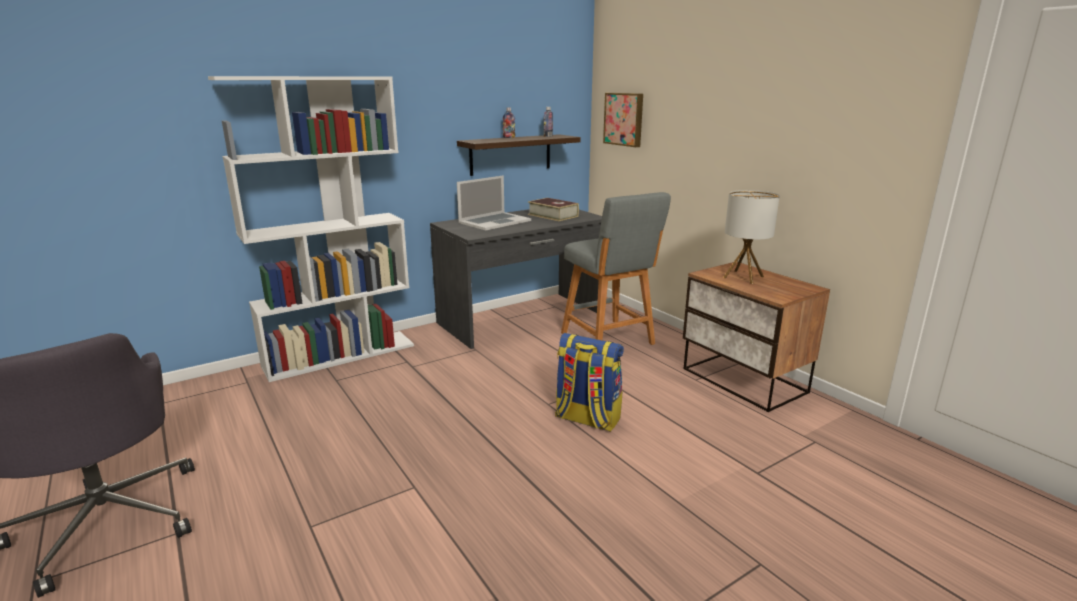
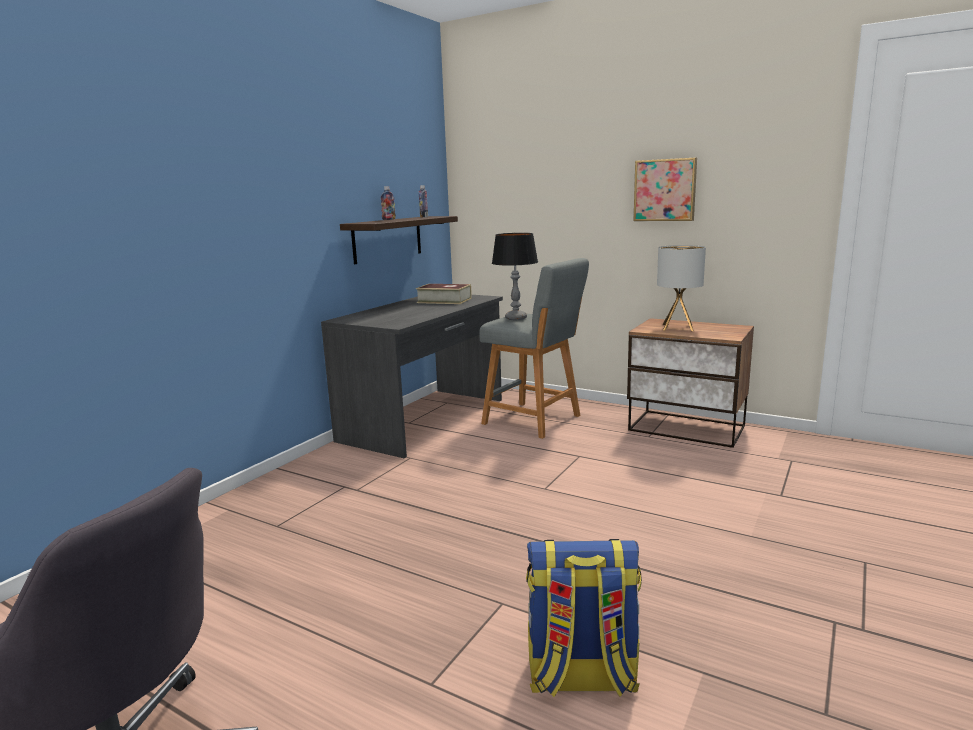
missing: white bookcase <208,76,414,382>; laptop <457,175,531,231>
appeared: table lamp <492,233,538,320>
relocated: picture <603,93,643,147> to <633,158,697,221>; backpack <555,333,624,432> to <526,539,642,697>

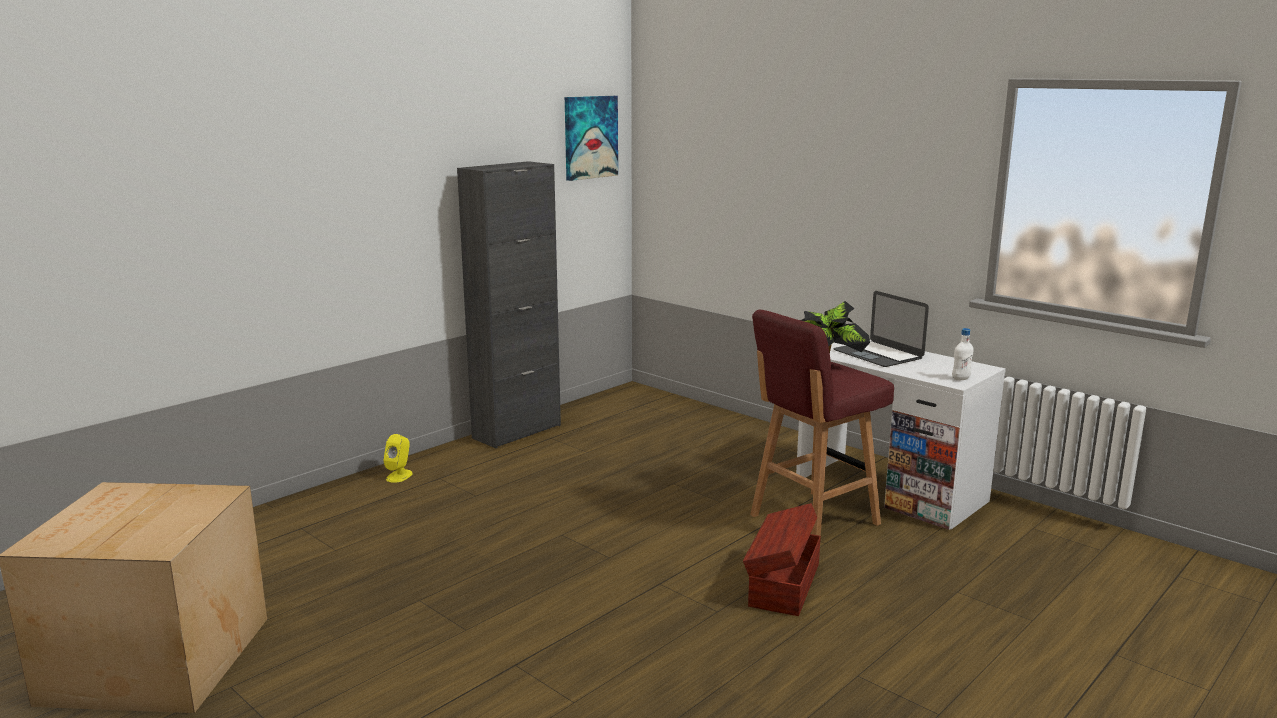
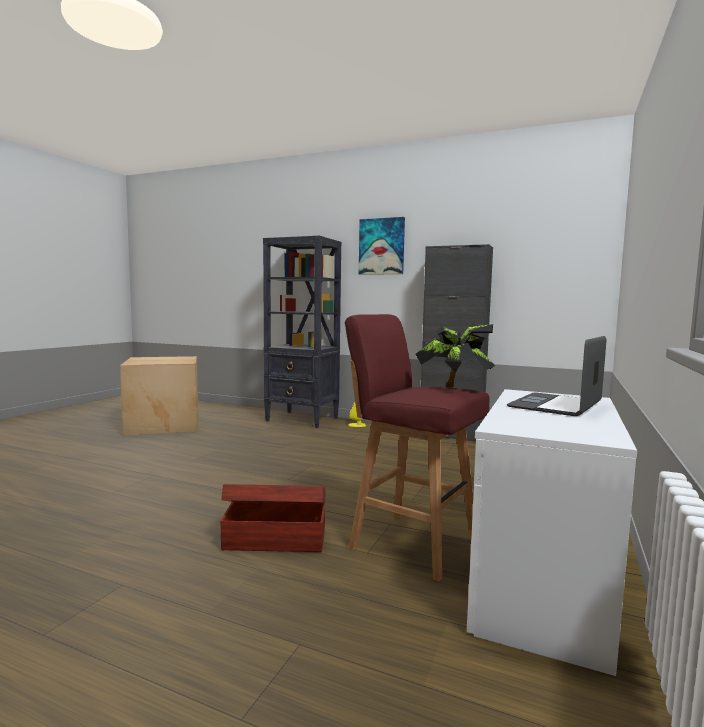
missing: white bottle <952,328,974,380>
appeared: black bookcase <263,236,341,428>
relocated: picture <565,96,618,181> to <359,217,405,275>

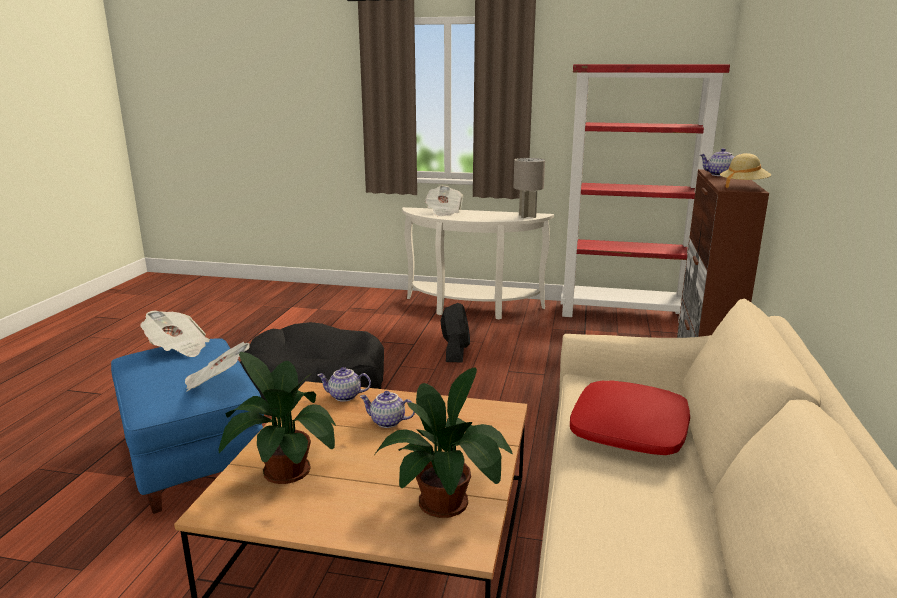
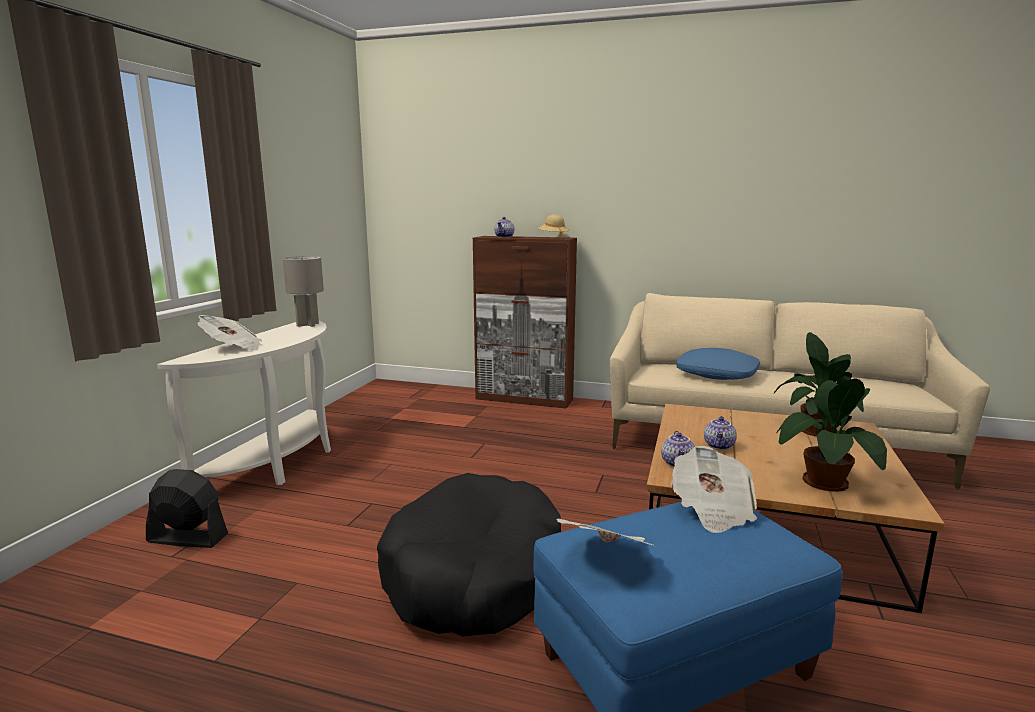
missing: red bookcase <561,64,730,323>
relocated: black fan <441,303,470,362> to <146,469,228,548>
colour: red pillow <570,381,690,455> to blue pillow <676,348,760,380>

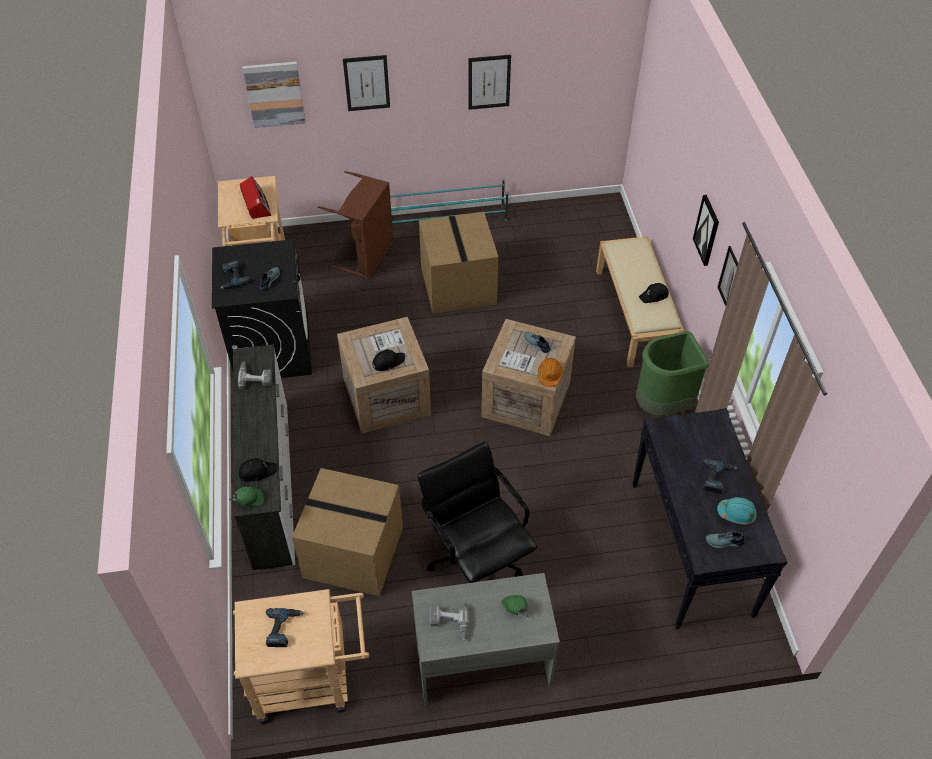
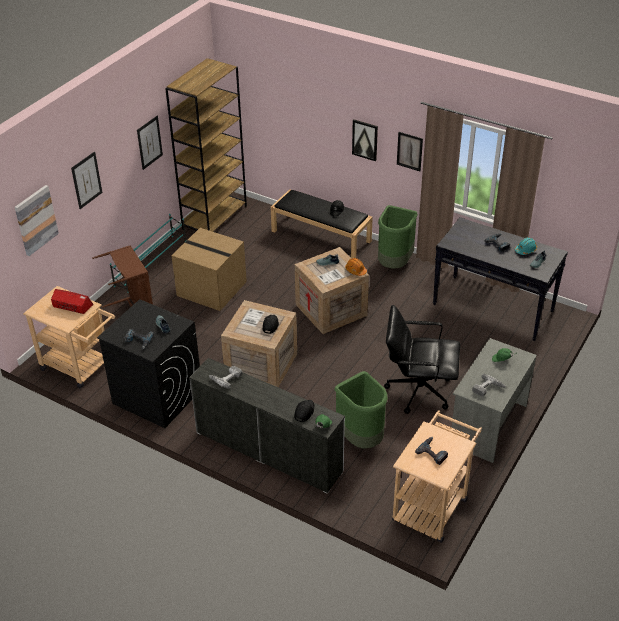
appeared: brown bookcase <165,58,247,232>
exchanged: cardboard box <292,468,403,596> to green trash can <335,371,388,448>
colour: beige bench <596,236,684,367> to black bench <271,189,373,258>

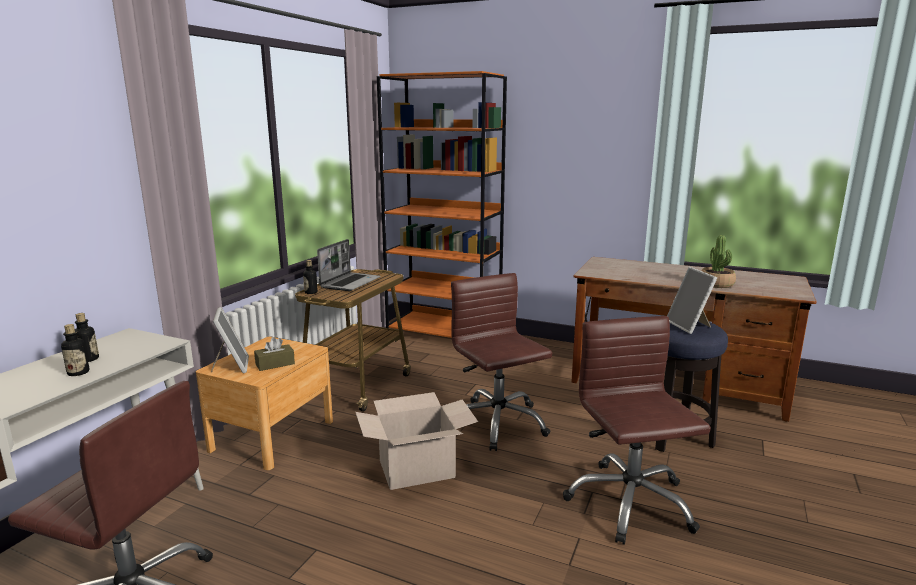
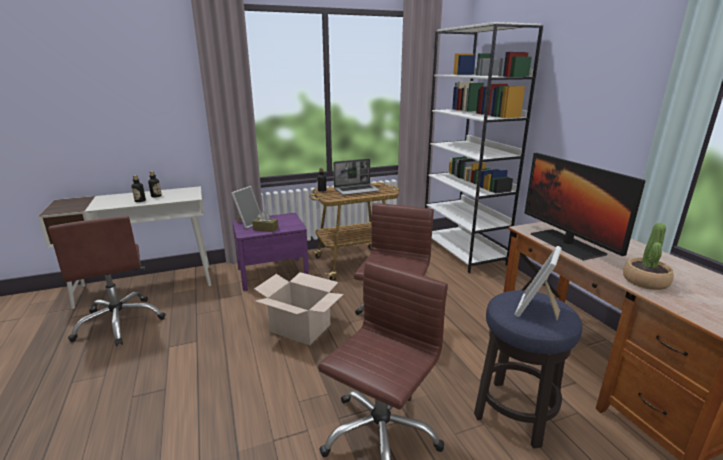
appeared: monitor <525,153,646,261>
colour: orange bookcase <377,71,507,338> to white bookcase <425,22,543,273>; brown nightstand <196,336,333,470> to purple nightstand <232,213,309,291>

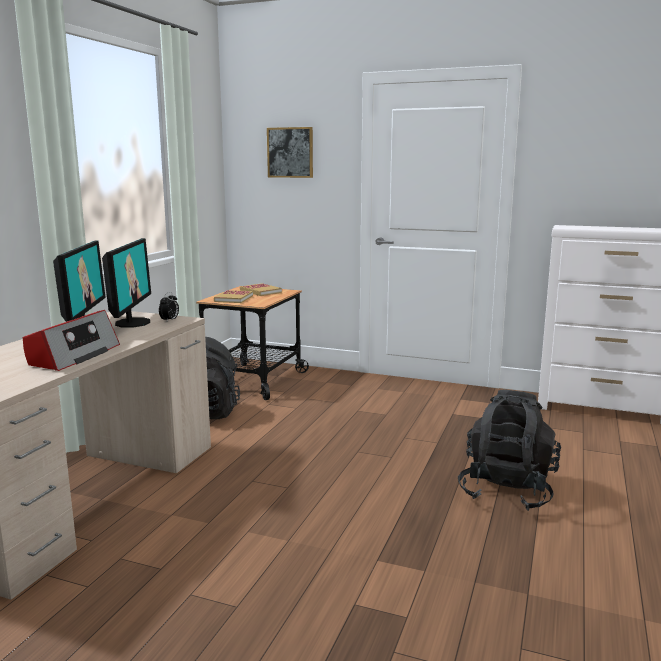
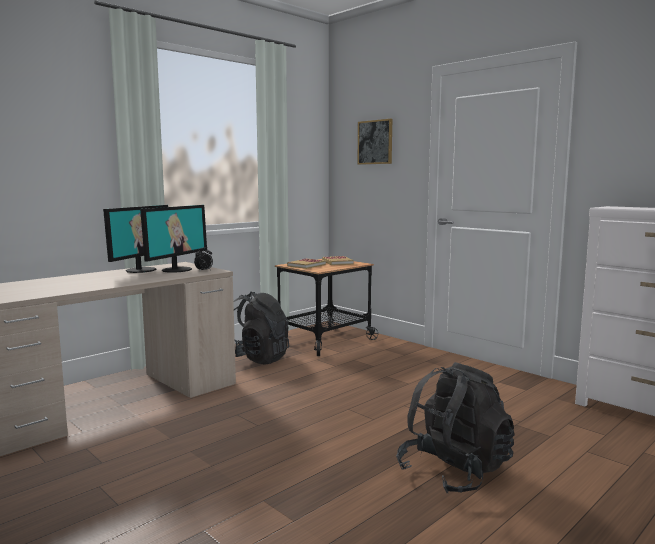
missing: radio <23,310,120,371>

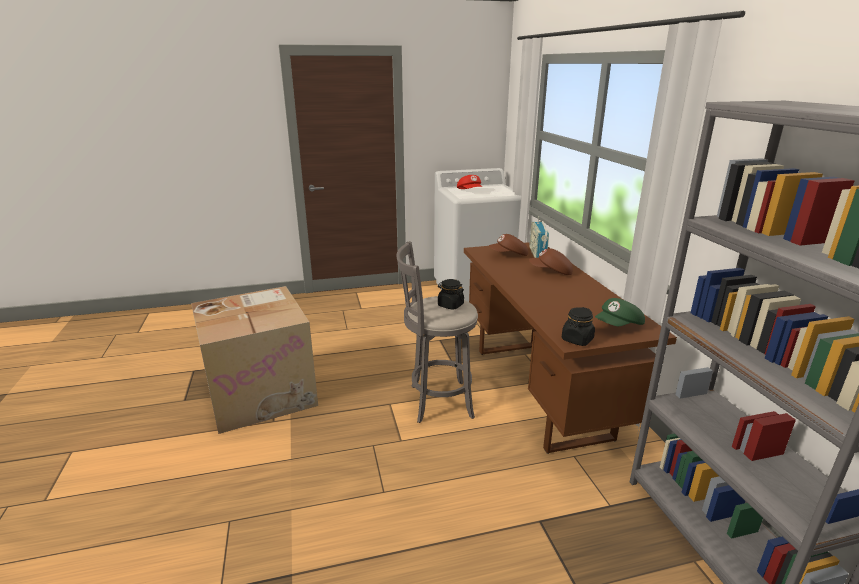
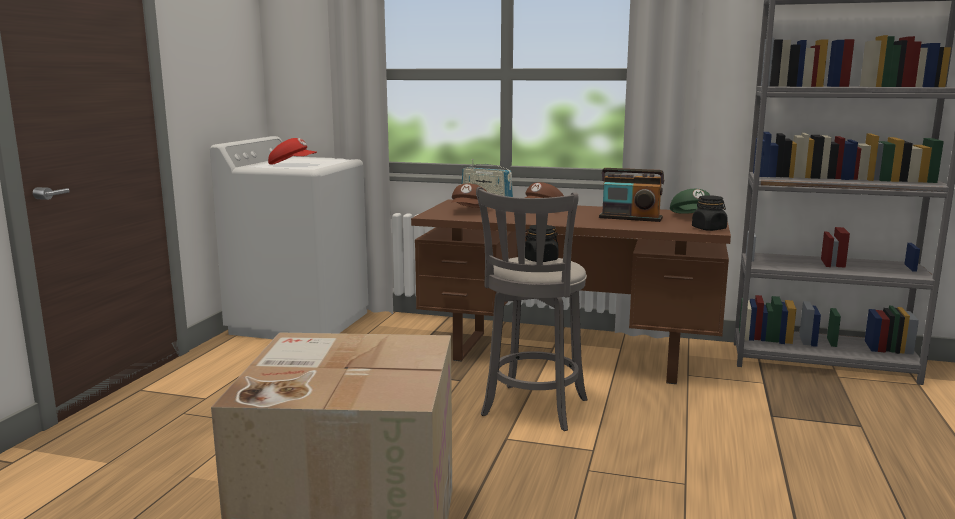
appeared: radio <599,168,664,222>

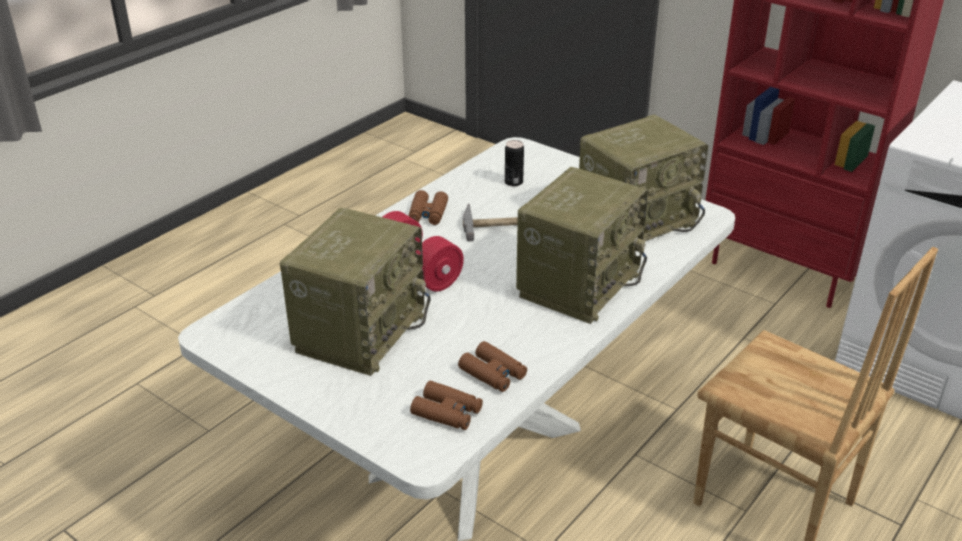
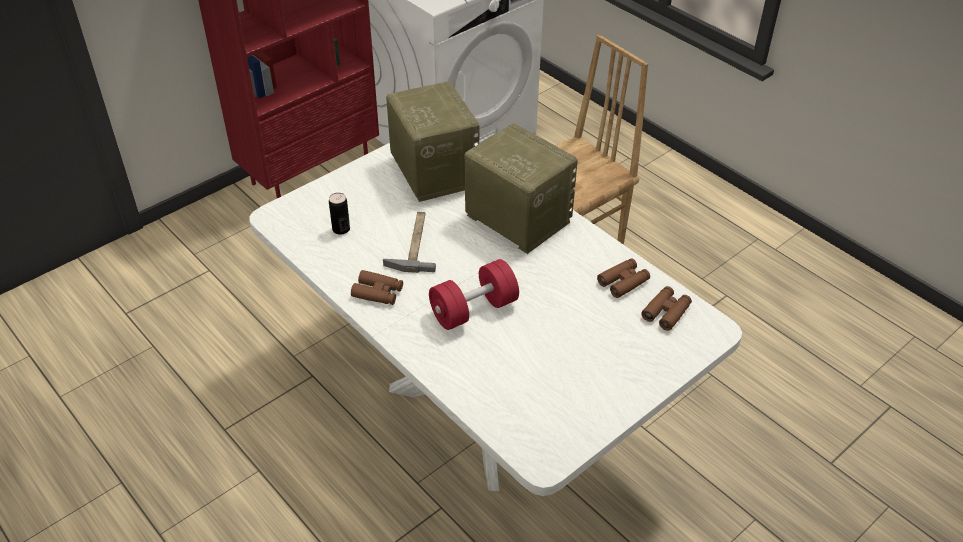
missing: radio <280,208,431,376>

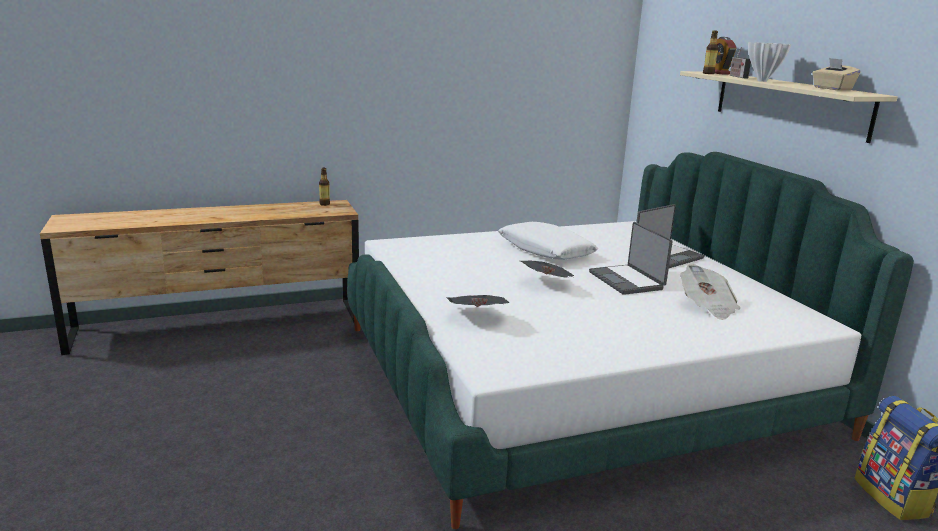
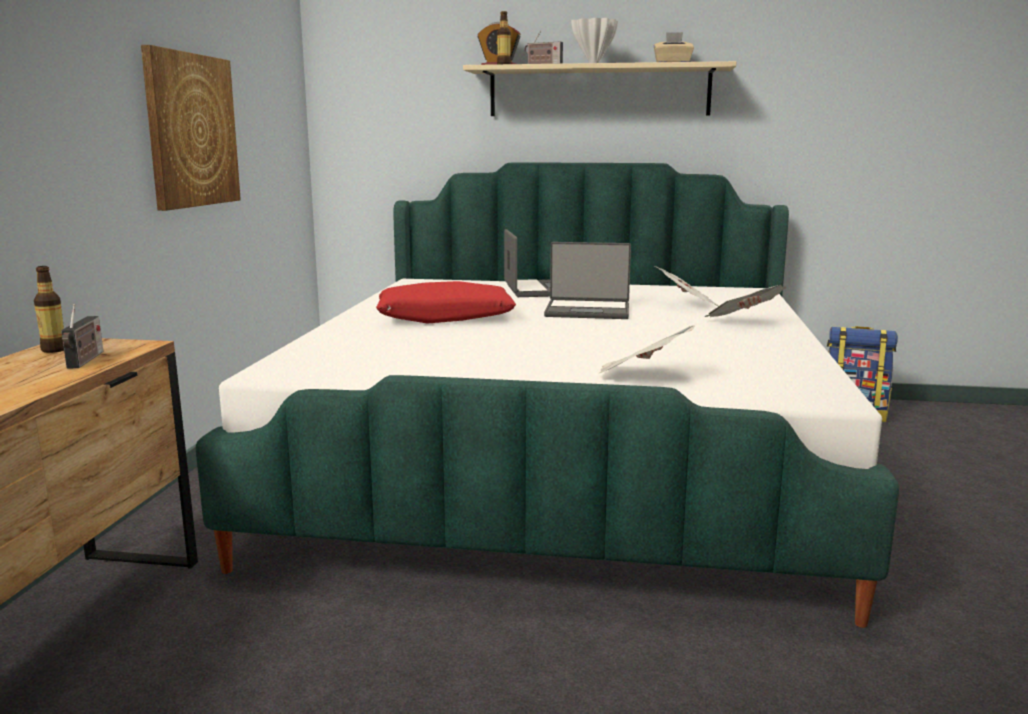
appeared: picture <141,45,241,211>; radio <61,304,103,369>
relocated: newspaper <520,261,574,277> to <704,285,786,317>
colour: white pillow <498,222,598,260> to red pillow <376,281,516,323>

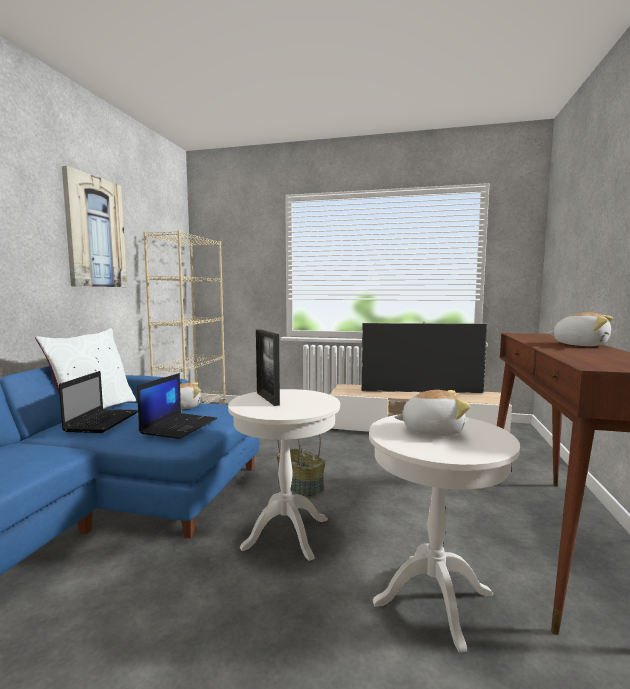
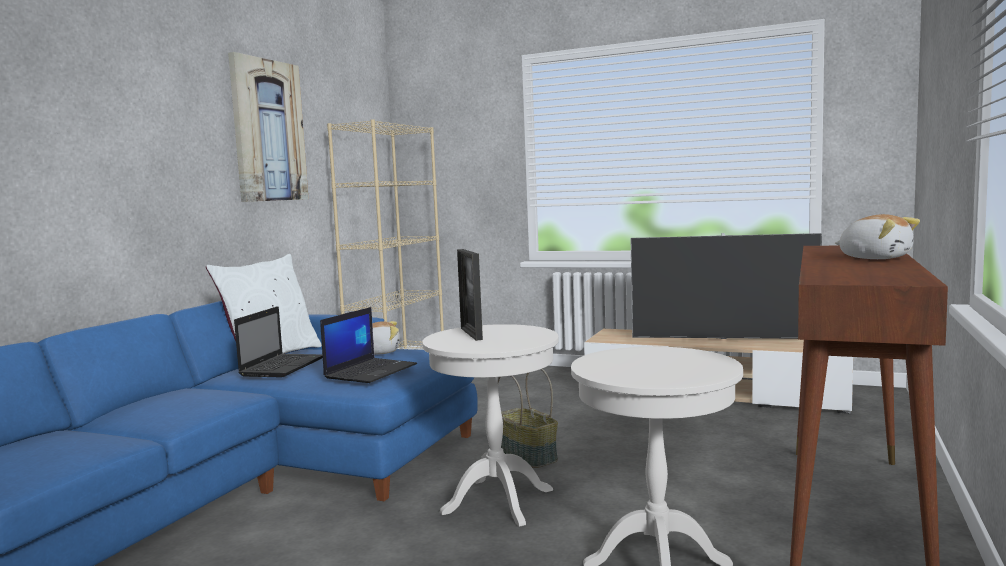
missing: plush toy <394,390,470,436>

